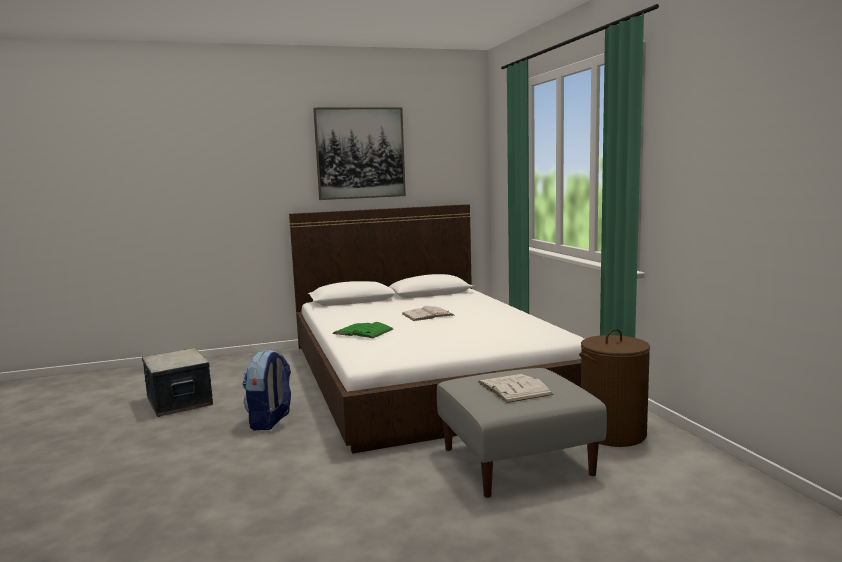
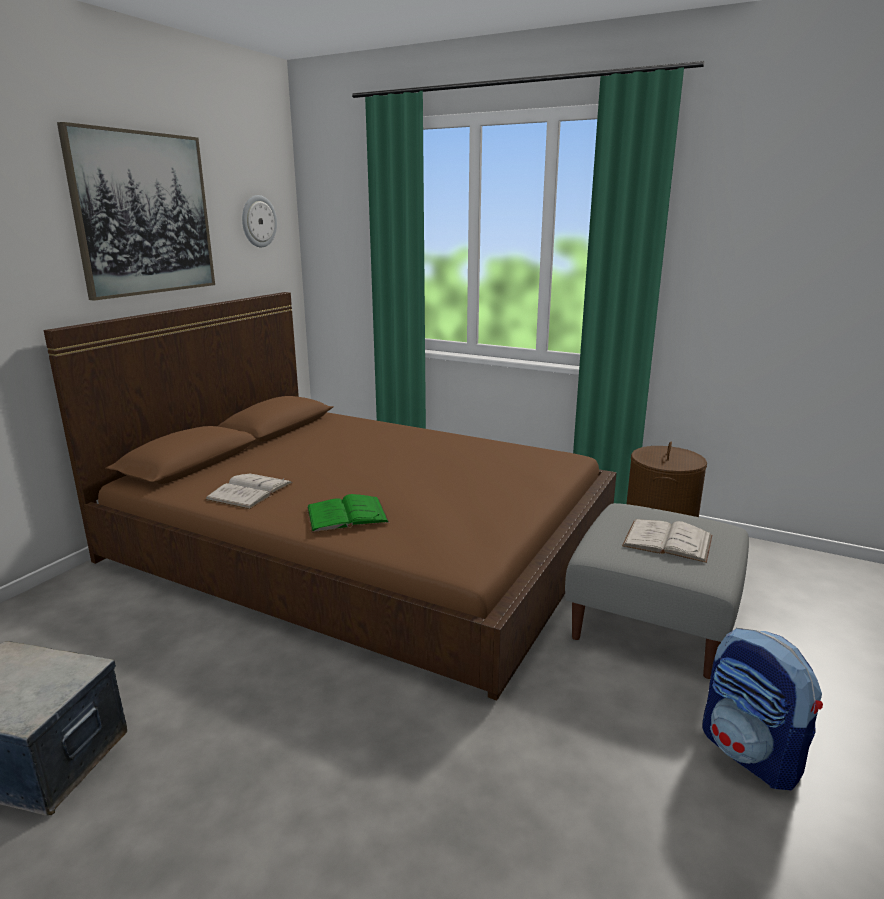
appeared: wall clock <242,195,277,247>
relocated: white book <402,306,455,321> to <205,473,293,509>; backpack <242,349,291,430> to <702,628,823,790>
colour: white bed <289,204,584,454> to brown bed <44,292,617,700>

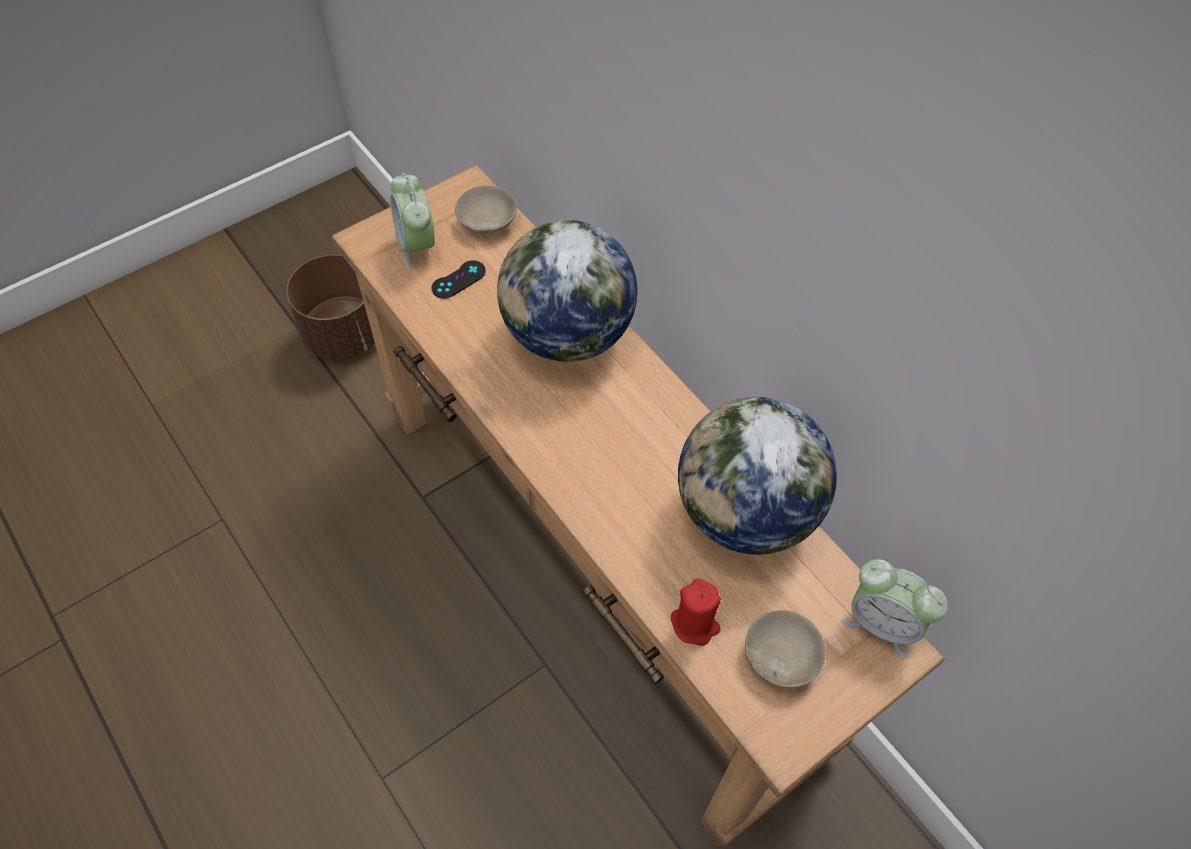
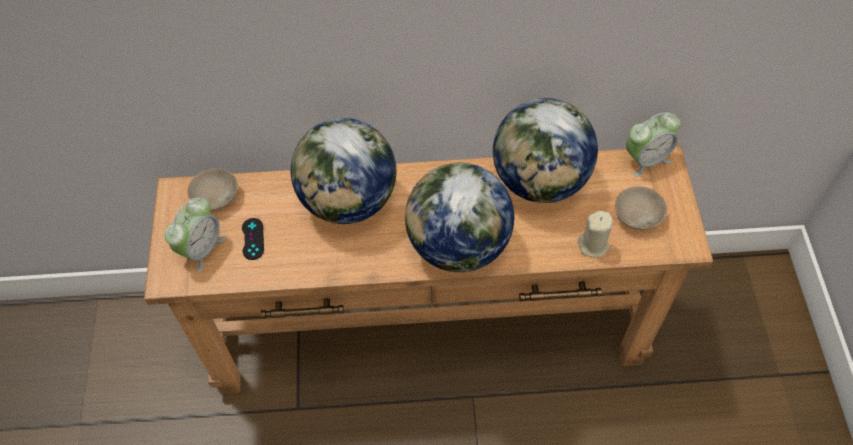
missing: brown planter <286,254,375,360>
appeared: globe <405,163,514,272>
colour: red candle <671,579,721,646> to beige candle <578,211,613,258>
spun: alarm clock <390,173,435,270> = <164,198,226,273> 75 degrees counterclockwise

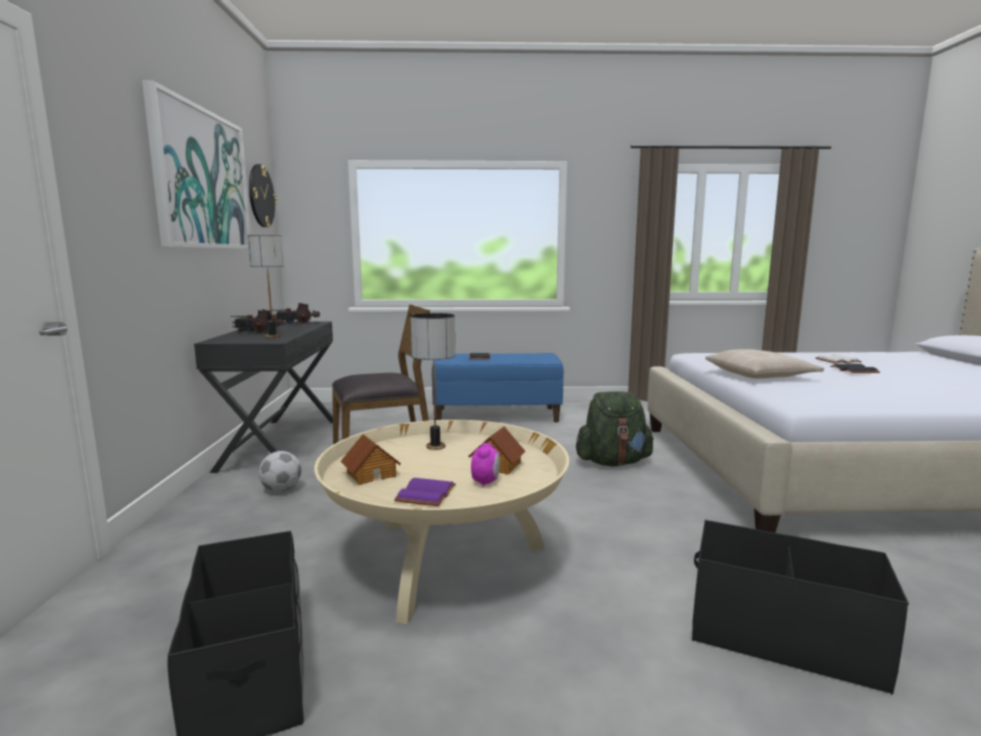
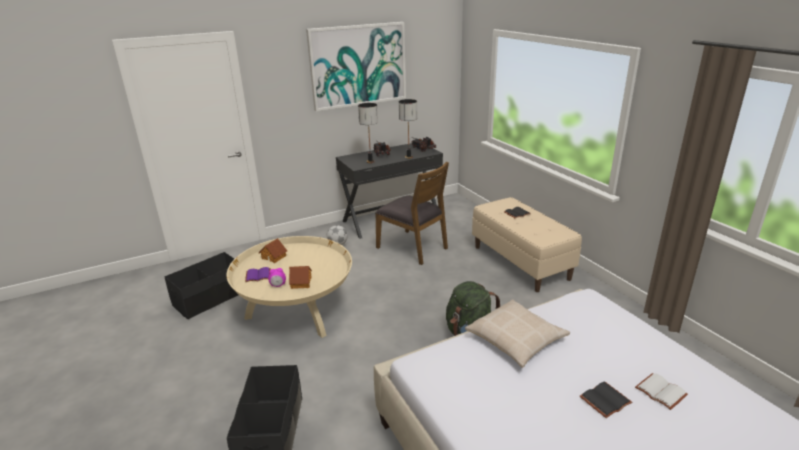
missing: wall clock <249,164,277,227>
relocated: table lamp <411,313,455,450> to <399,99,417,159>
colour: blue bench <432,353,564,422> to beige bench <472,197,582,292>

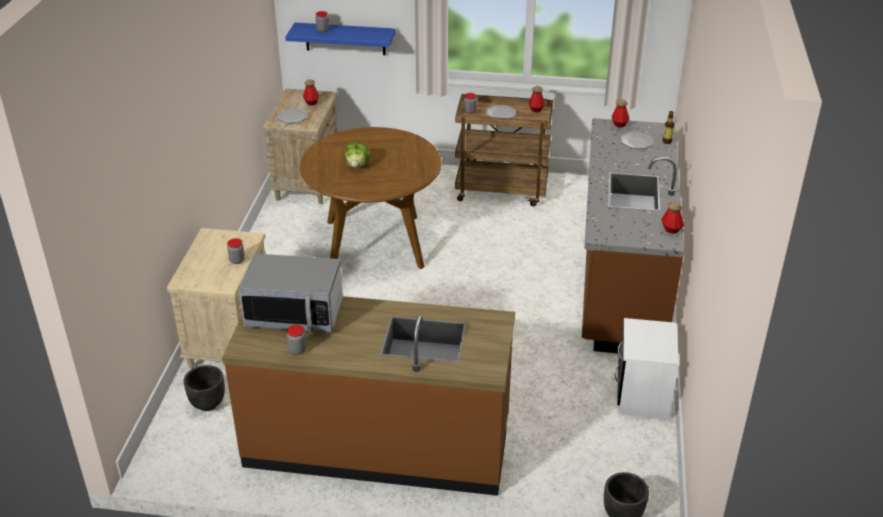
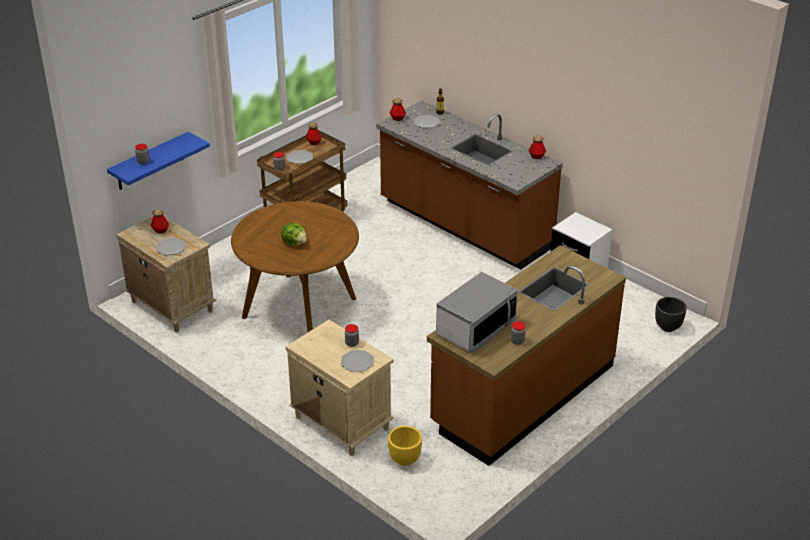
appeared: plate <341,350,374,372>
colour: black planter <184,365,225,411> to yellow planter <388,426,422,466>

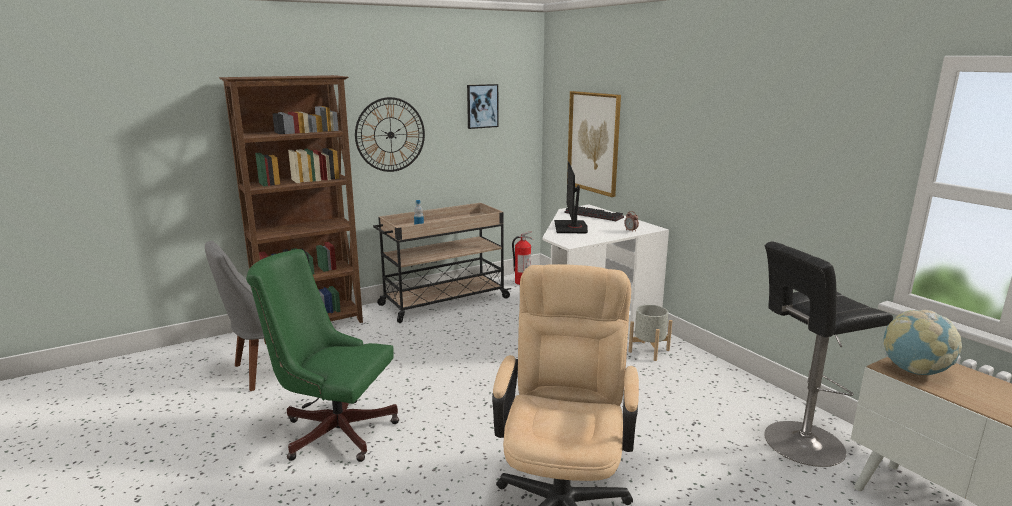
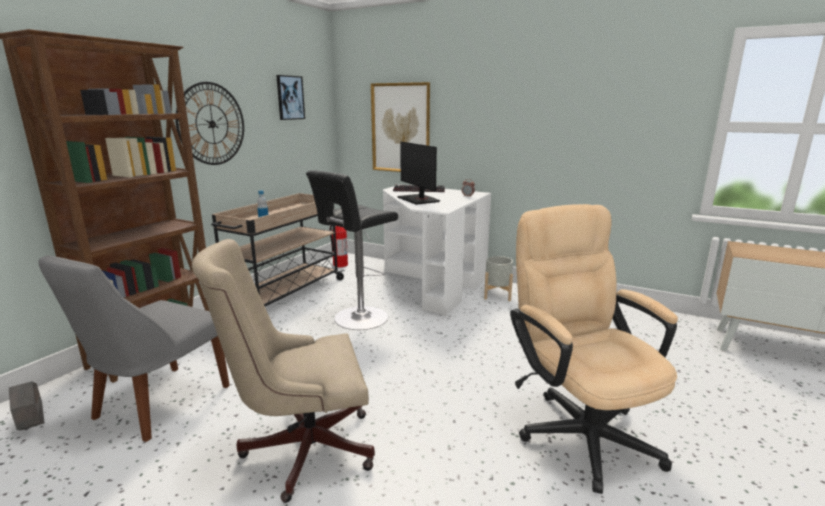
missing: globe <884,310,962,375>
appeared: grey planter <9,381,44,430>
relocated: black stool <764,241,893,467> to <306,170,398,330>
colour: green office chair <246,249,399,462> to beige office chair <192,239,375,503>

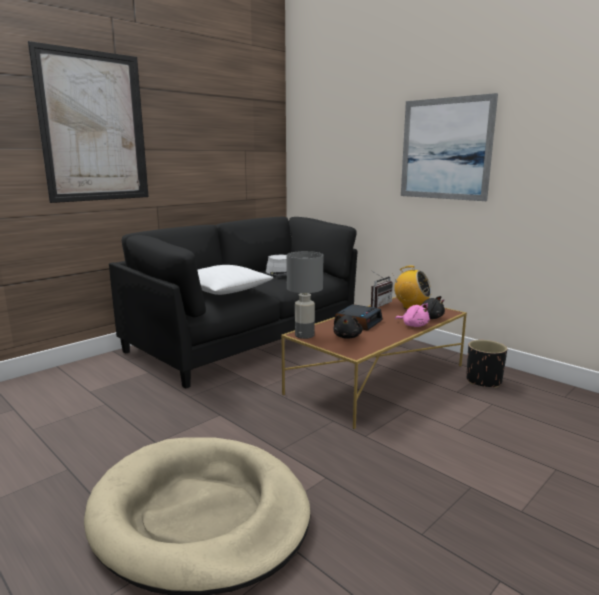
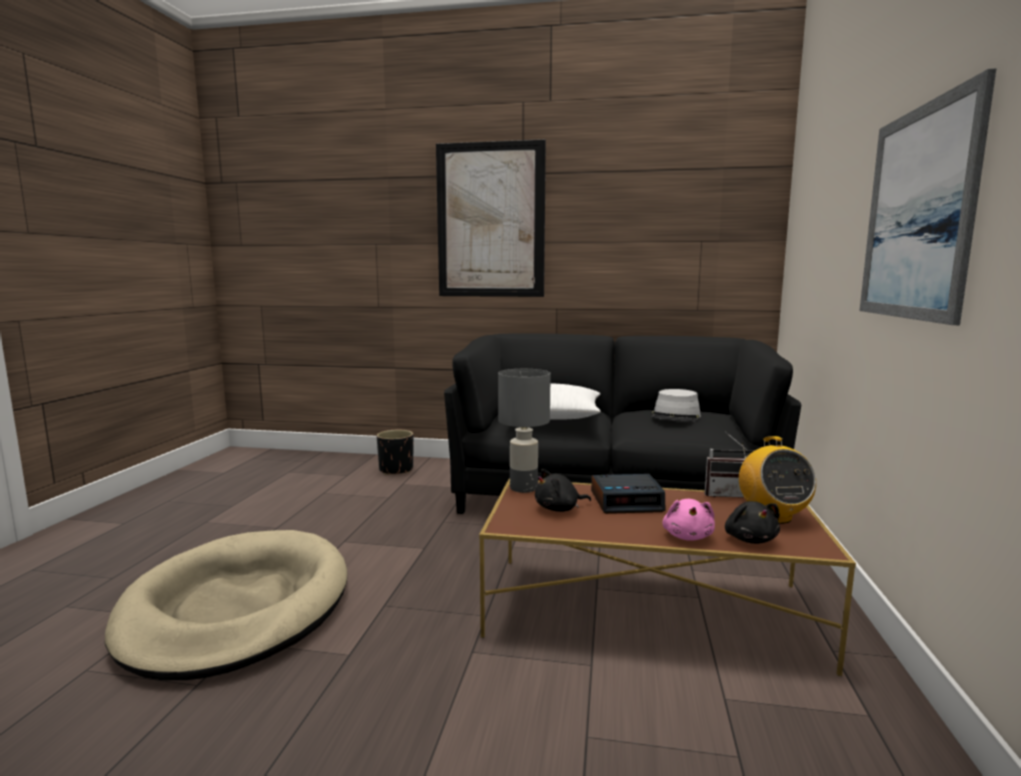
relocated: black planter <466,340,507,388> to <377,430,413,475>

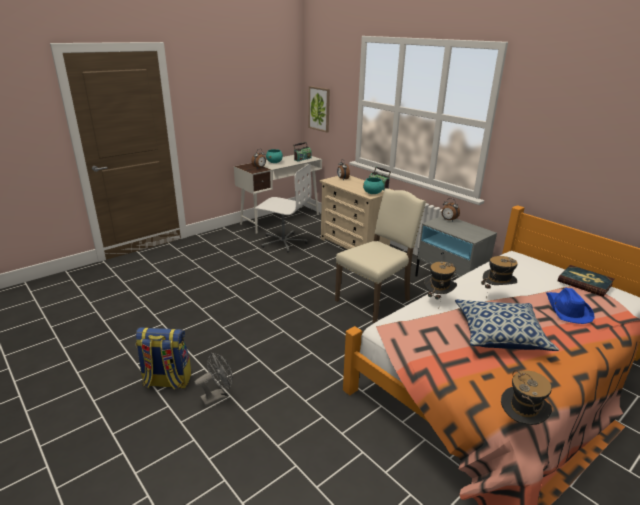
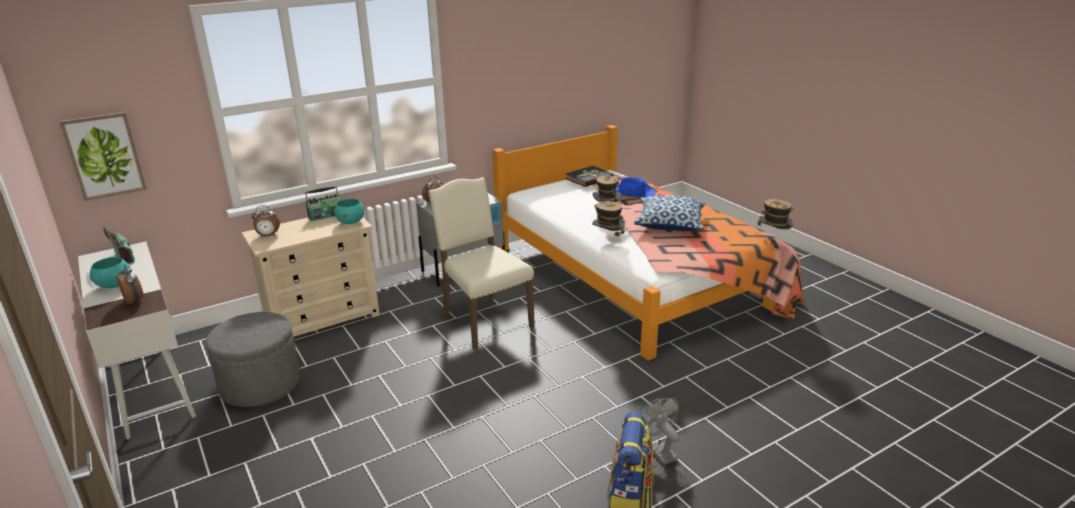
exchanged: white office chair <255,163,312,253> to grey ottoman <206,312,301,407>

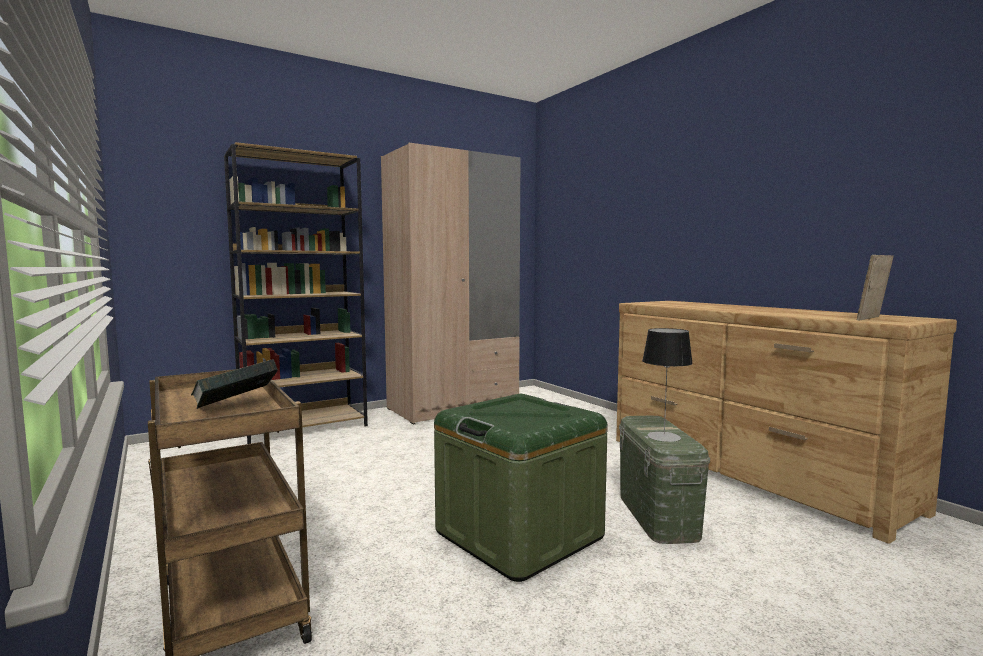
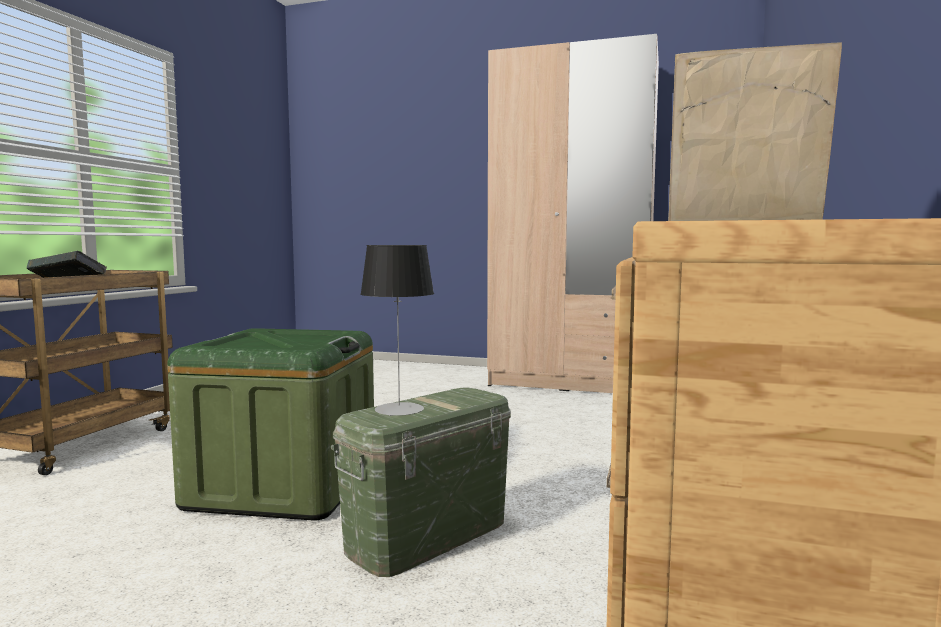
missing: brown bookcase <224,142,368,444>

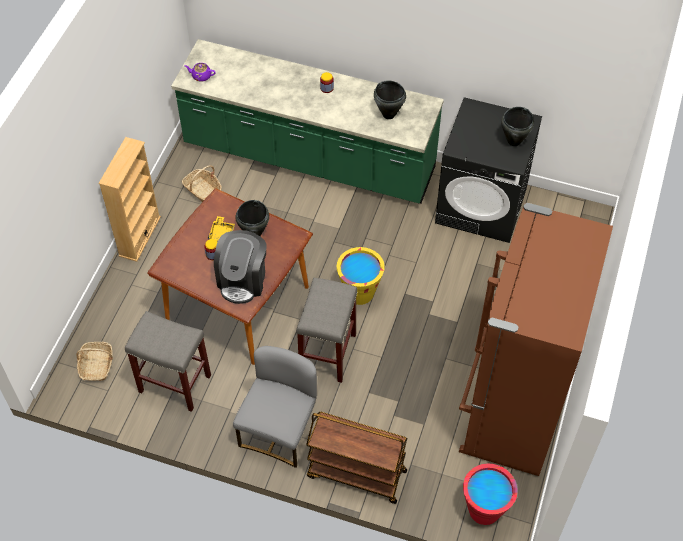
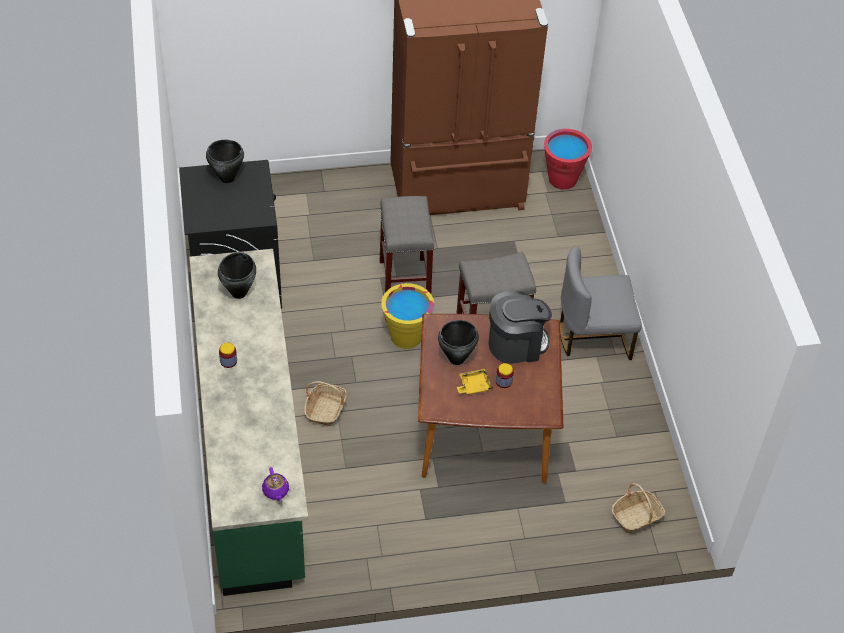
missing: beige bookcase <98,137,161,262>; brown cart <306,411,407,504>
relocated: basket <182,166,222,202> to <304,381,347,426>; grey stool <125,311,211,412> to <380,196,435,294>

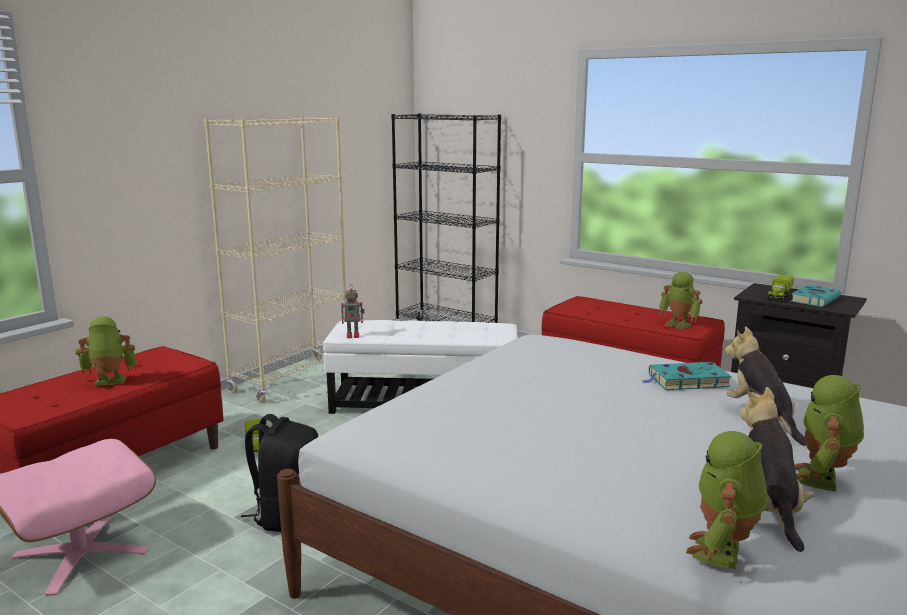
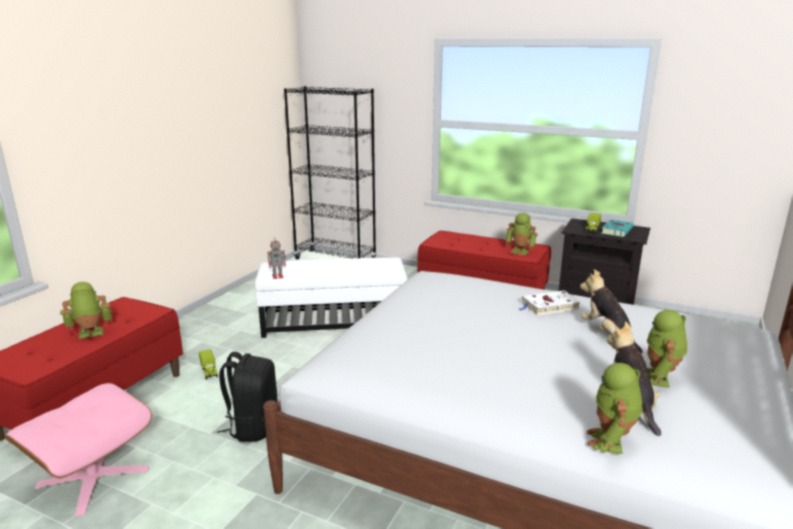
missing: beige bookcase <204,116,347,403>
colour: turquoise book <643,362,732,390> to white book <519,290,580,315>

